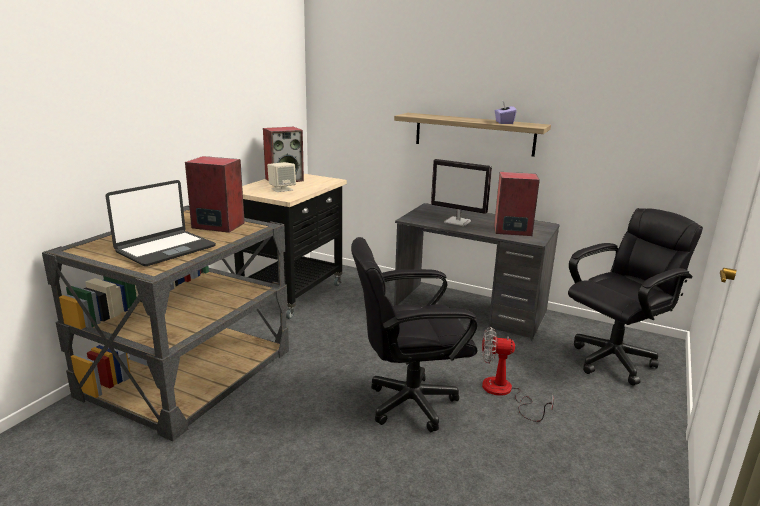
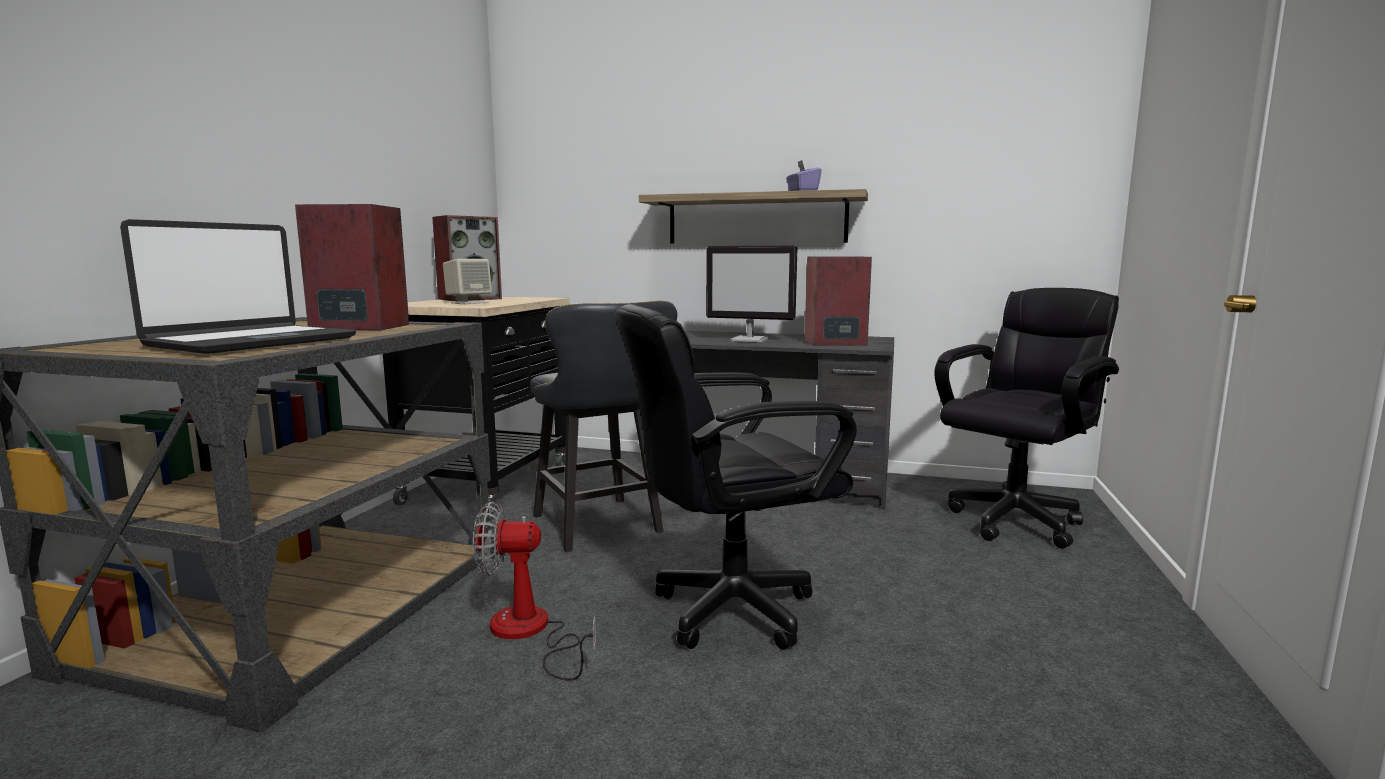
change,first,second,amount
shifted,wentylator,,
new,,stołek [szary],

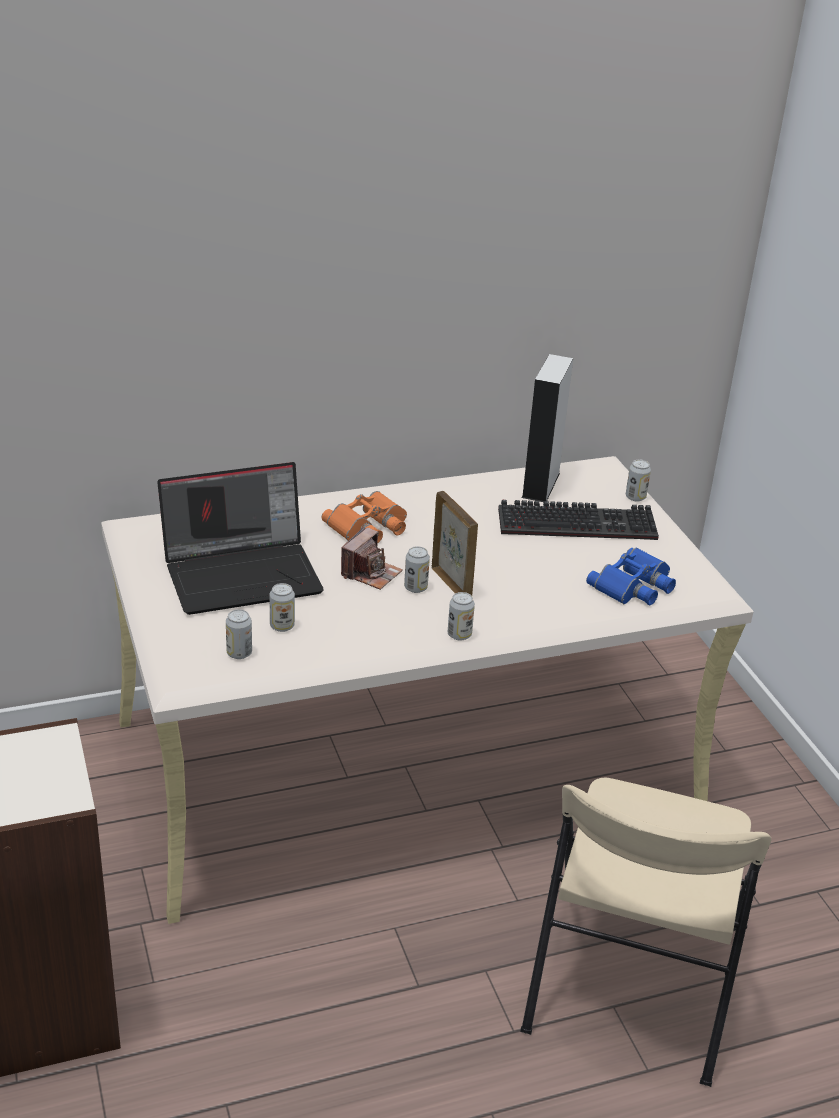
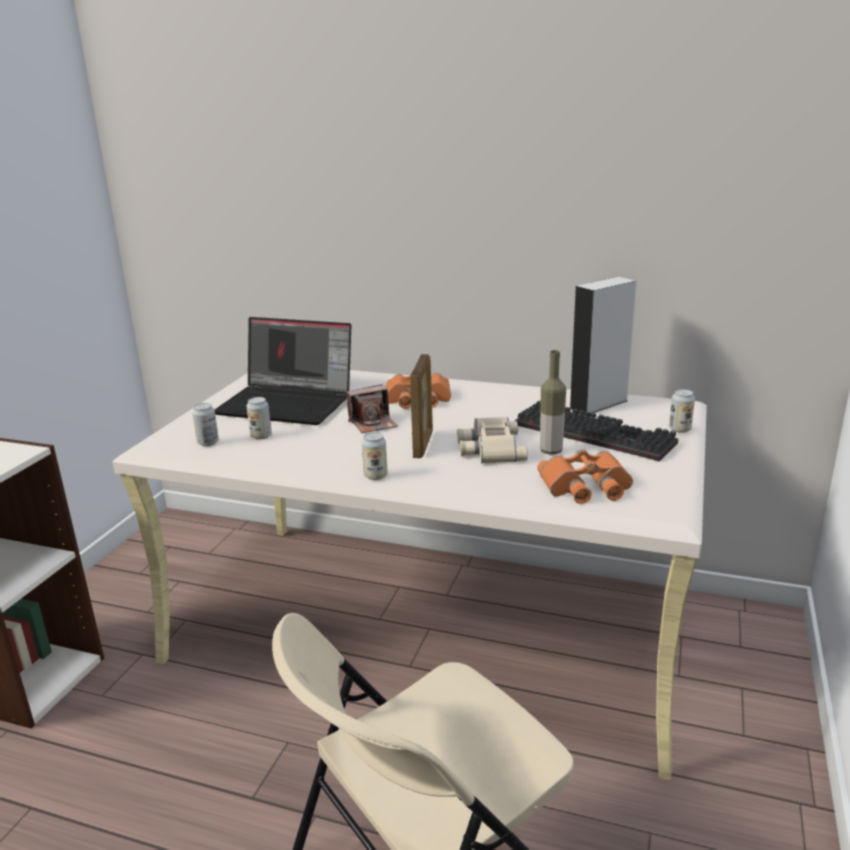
change,first,second,amount
gone,puszka (no. 3 from left),,
repainted,lornetka [niebieski],lornetka [pomarańczowy] (no. 2 from left),
new,,lornetka [beżowy],
new,,butelka,

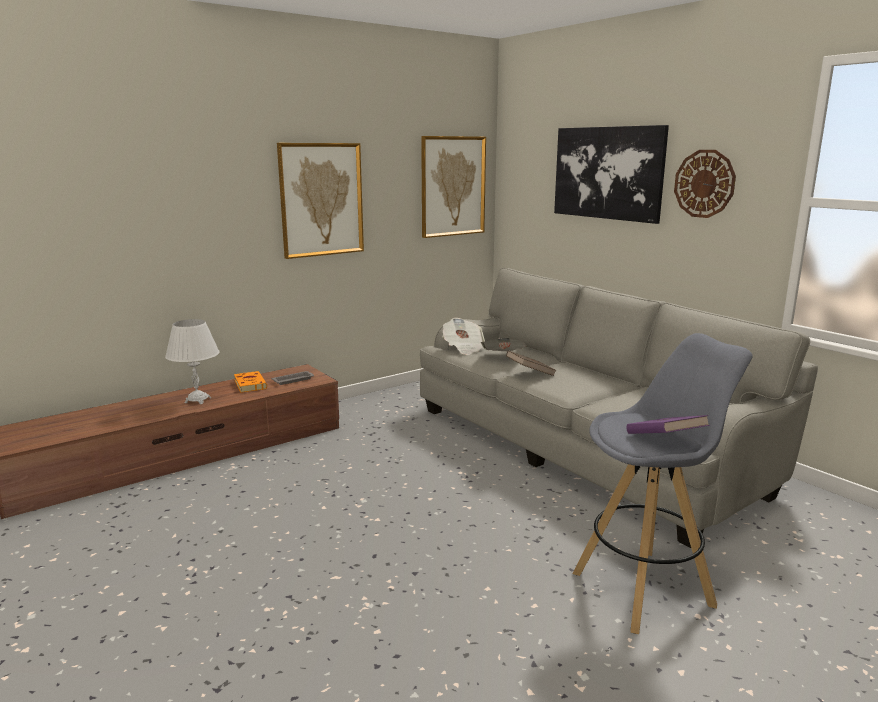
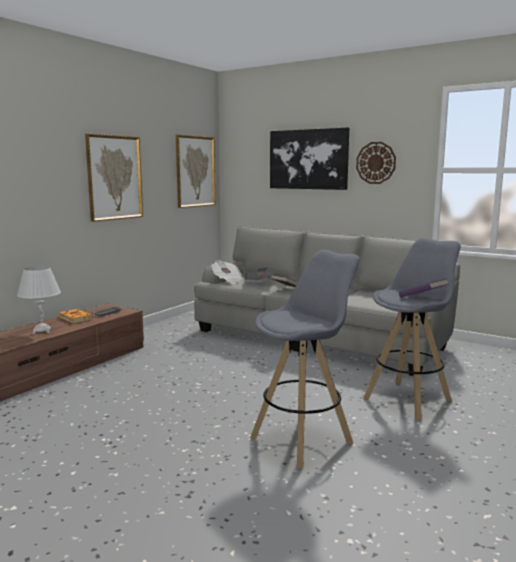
change,first,second,amount
new,,stołek [szary] (no. 1 from left),

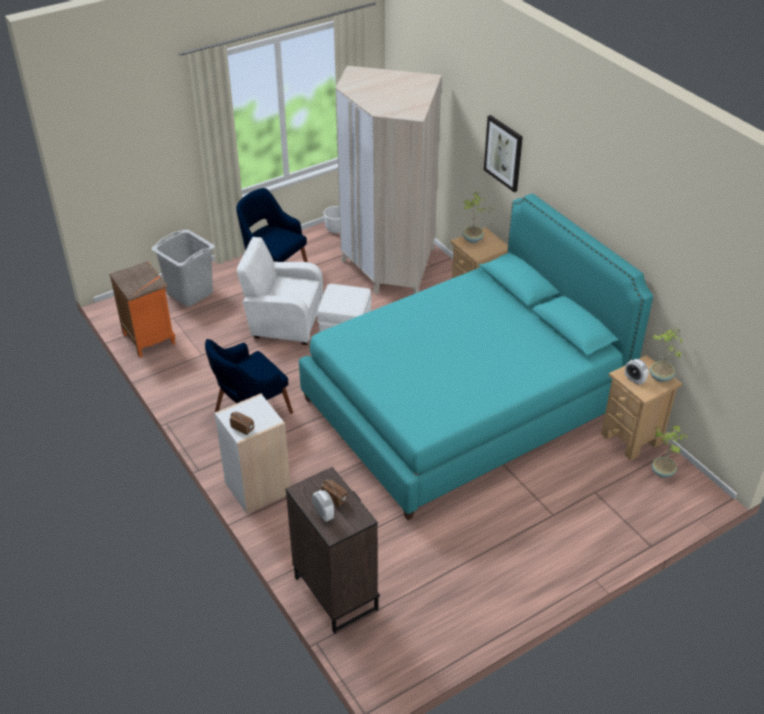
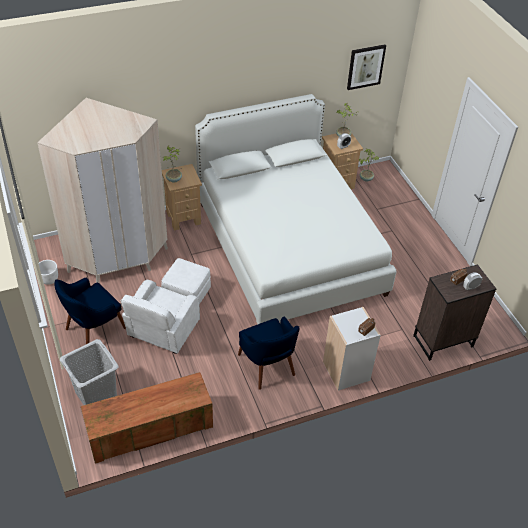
change,first,second,amount
swapped,szafka nocna [pomarańczowy],ławka [brązowy],
repainted,łóżko [turkusowy],łóżko [biały],
shifted,obraz,,

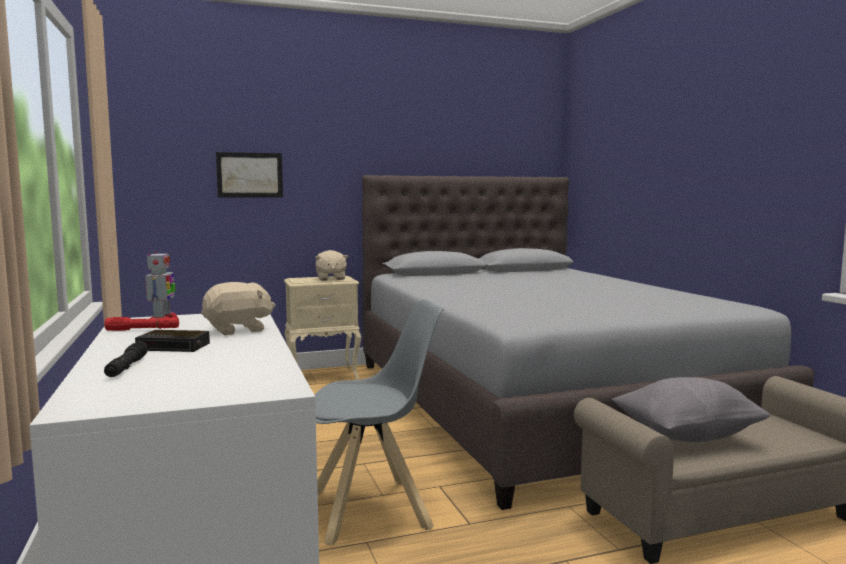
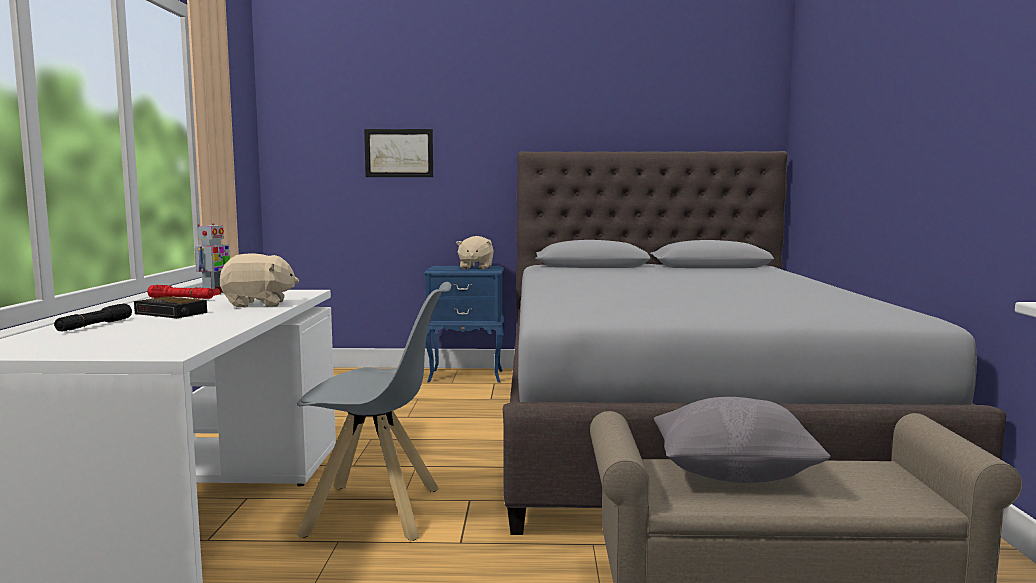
change,first,second,amount
repainted,szafka nocna [beżowy],szafka nocna [niebieski],

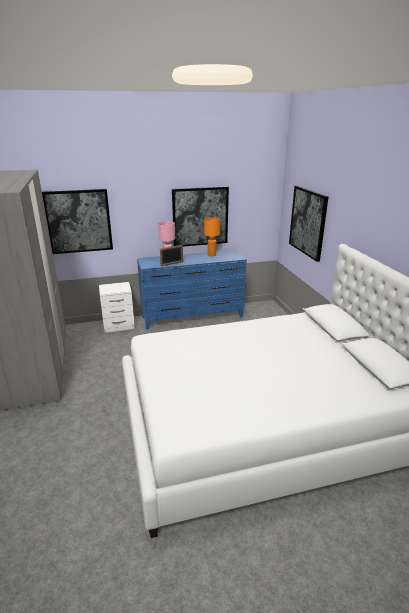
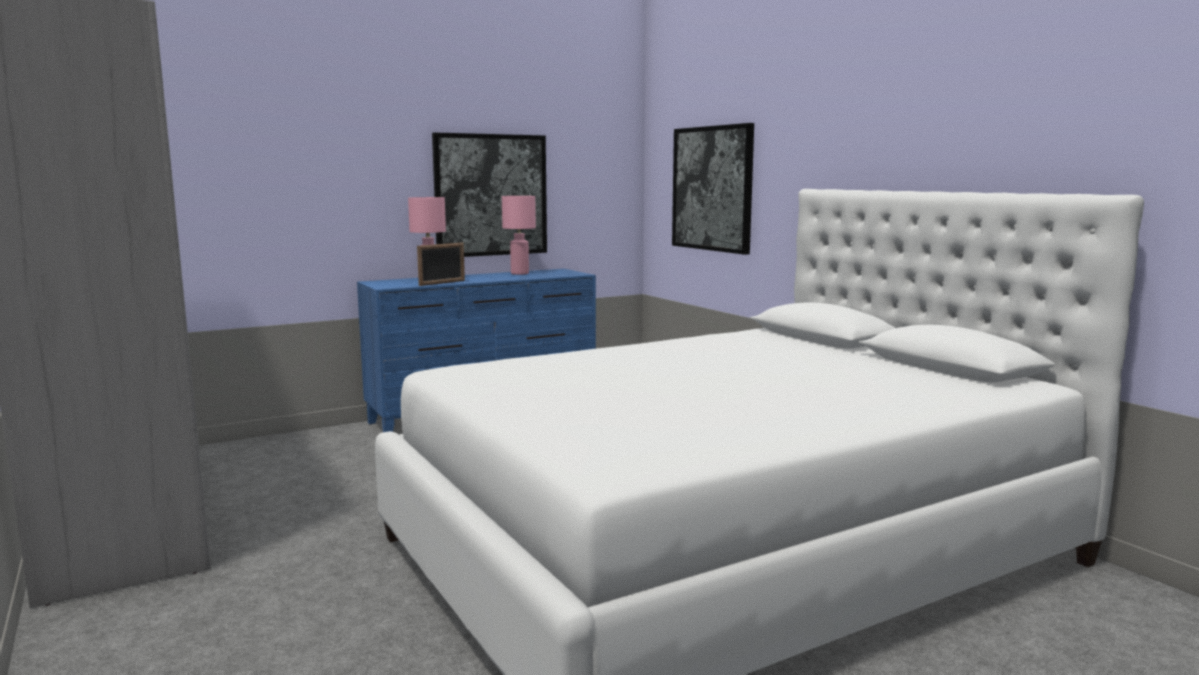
change,first,second,amount
gone,obraz (no. 1 from left),,
gone,szafka nocna [biały],,
repainted,lampa stołowa [pomarańczowy],lampa stołowa [różowy] (no. 2 from left),

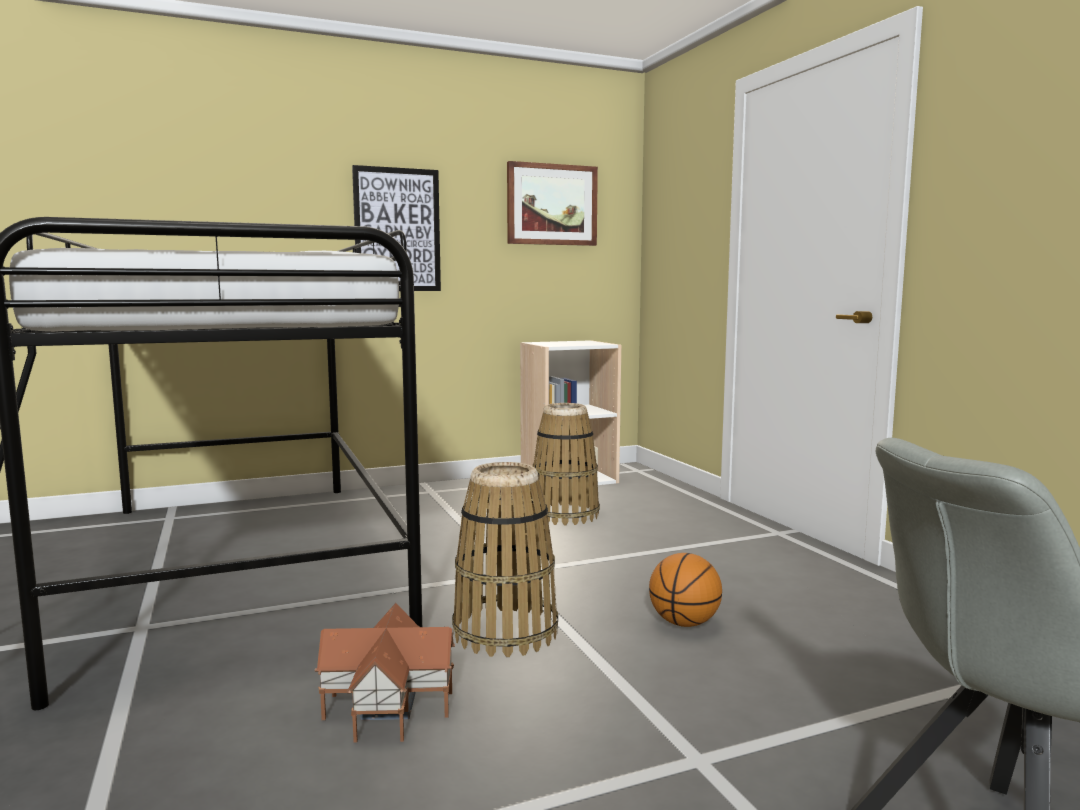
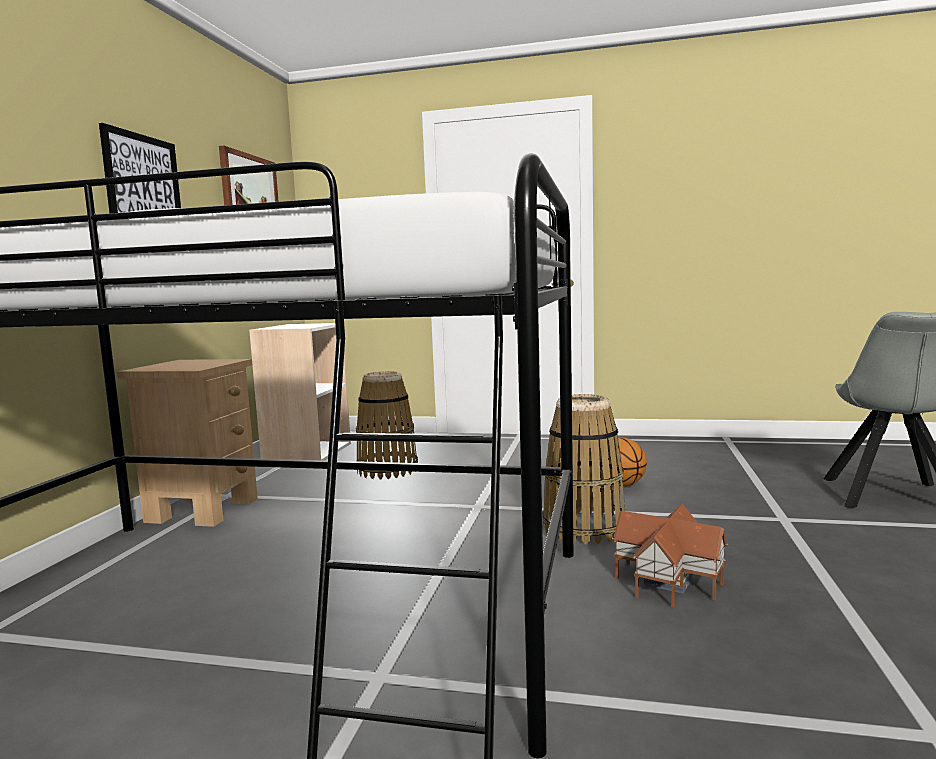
change,first,second,amount
new,,szafka nocna [beżowy],

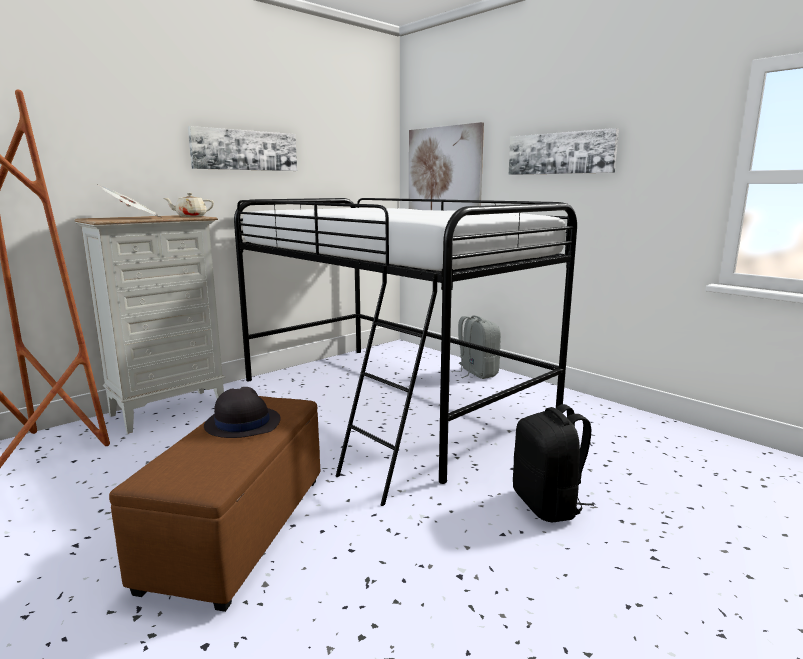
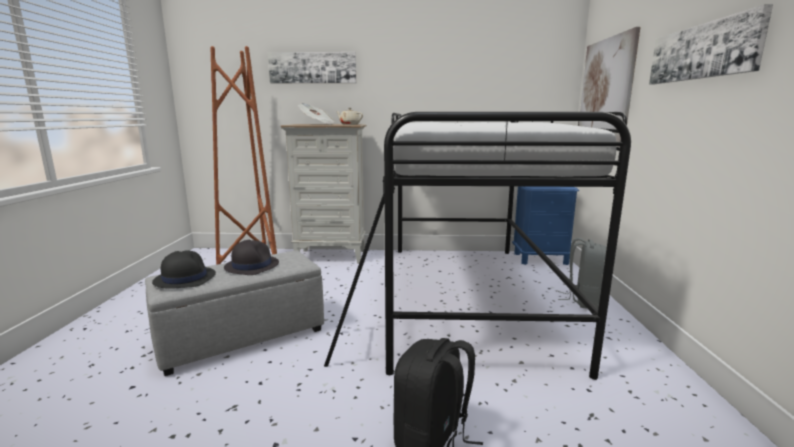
change,first,second,amount
repainted,pufa [brązowy],pufa [szary],
shifted,obraz (no. 1 from left),,
new,,kapelusz [czarny] (no. 1 from left),
new,,szafka nocna [niebieski],

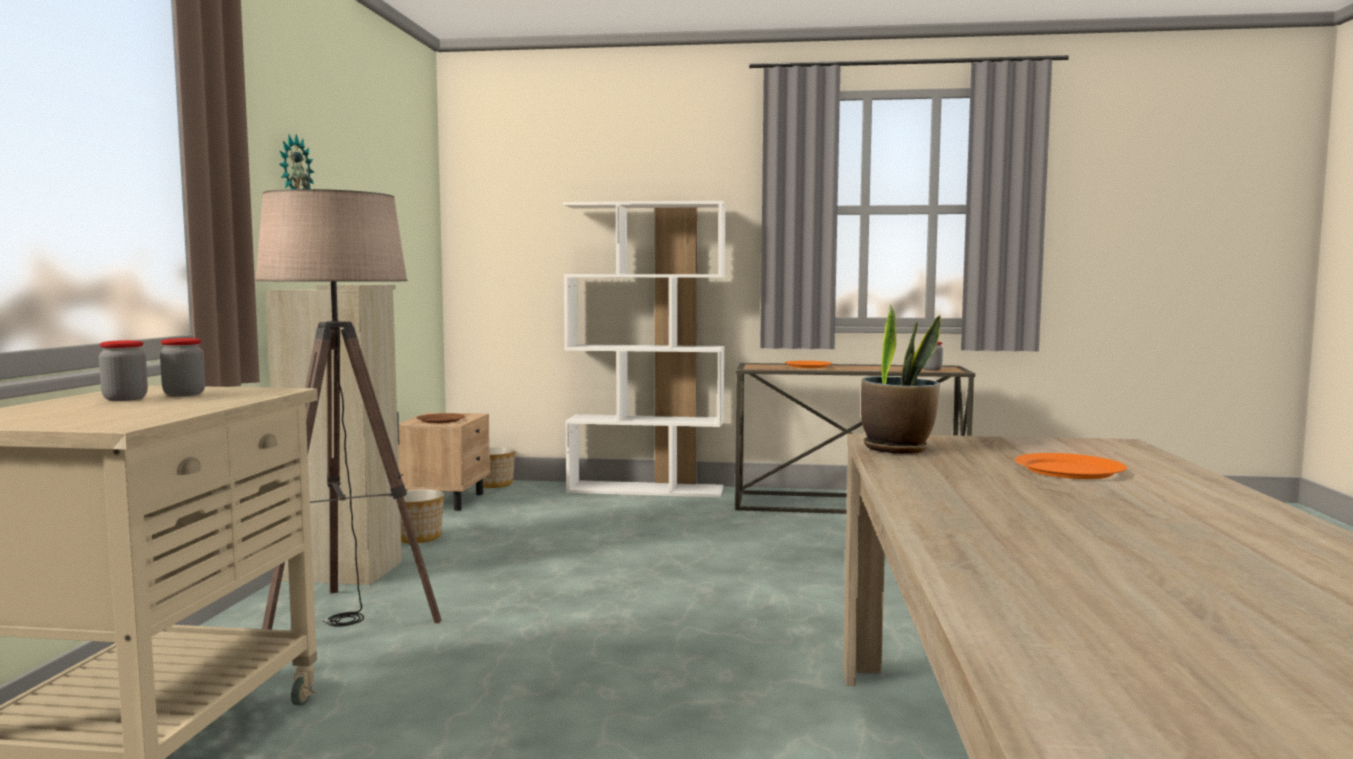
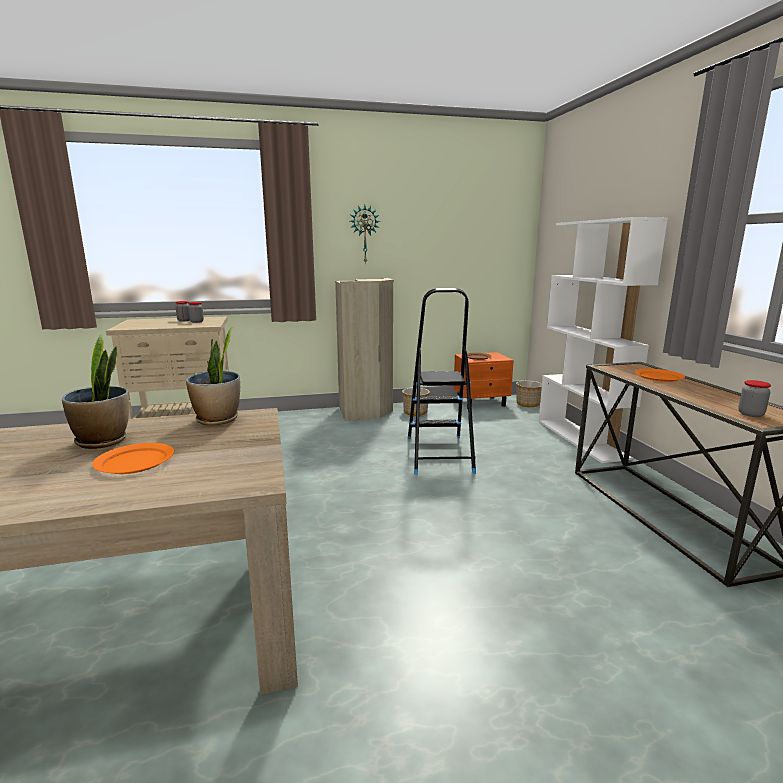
change,first,second,amount
gone,lampa stojąca,,
repainted,szafka nocna [beżowy],szafka nocna [pomarańczowy],
new,,roślina doniczkowa (no. 1 from left),
new,,drabinka [czarny],

